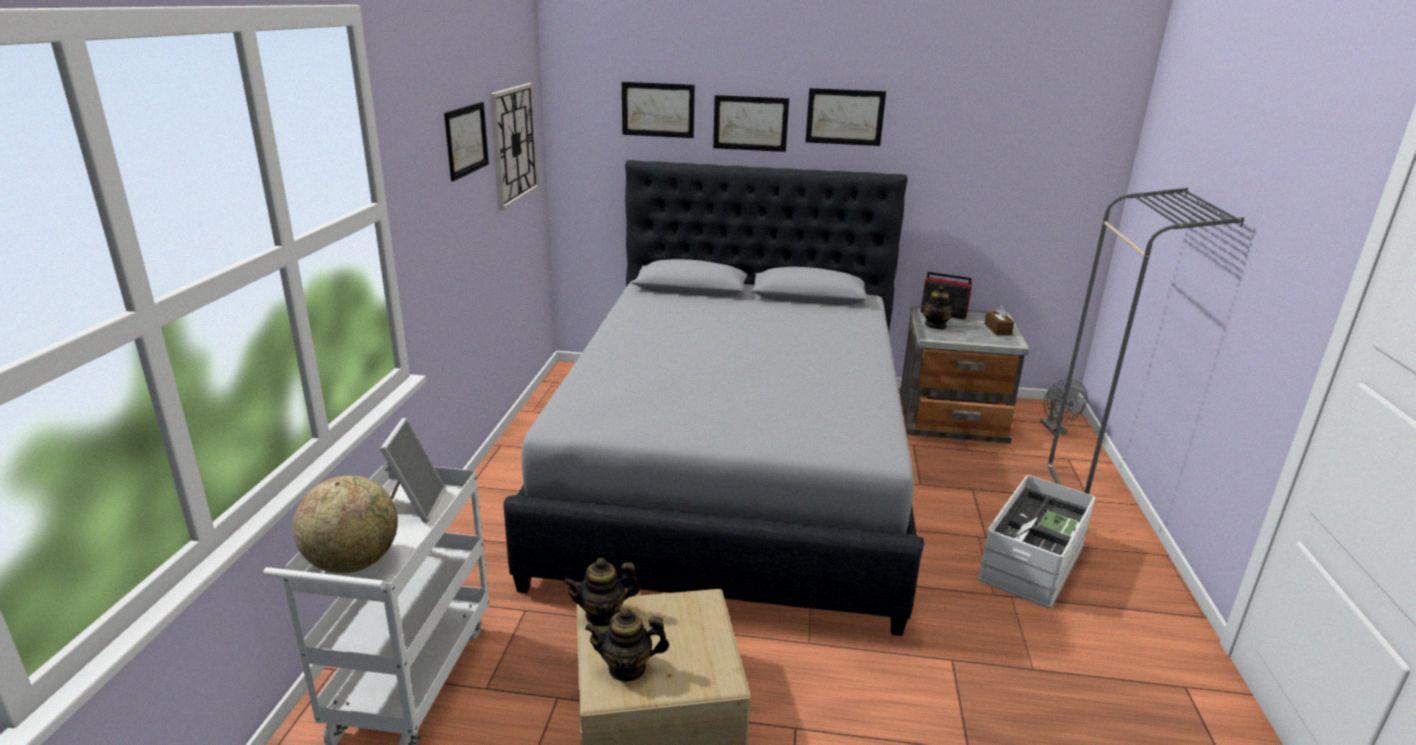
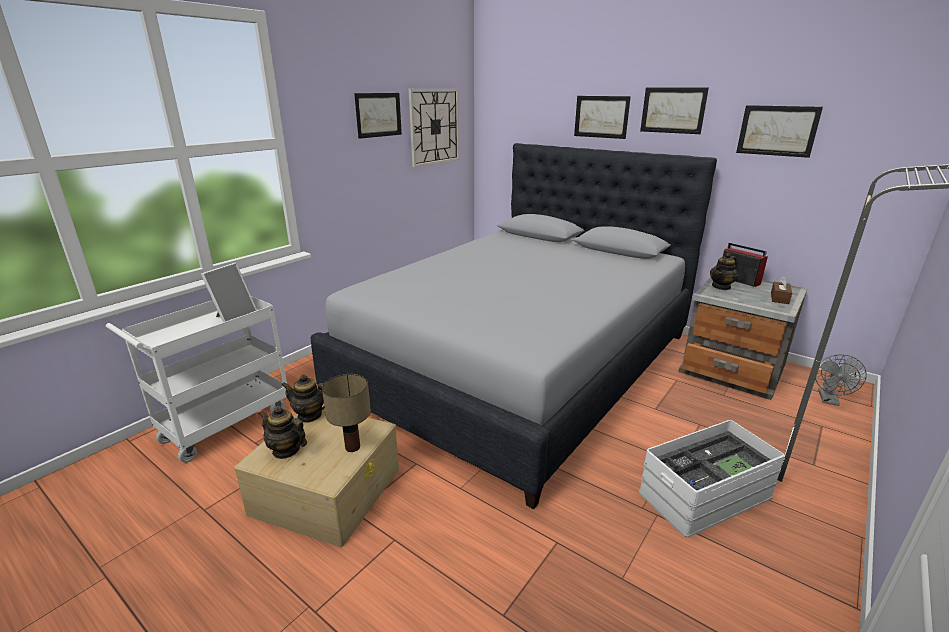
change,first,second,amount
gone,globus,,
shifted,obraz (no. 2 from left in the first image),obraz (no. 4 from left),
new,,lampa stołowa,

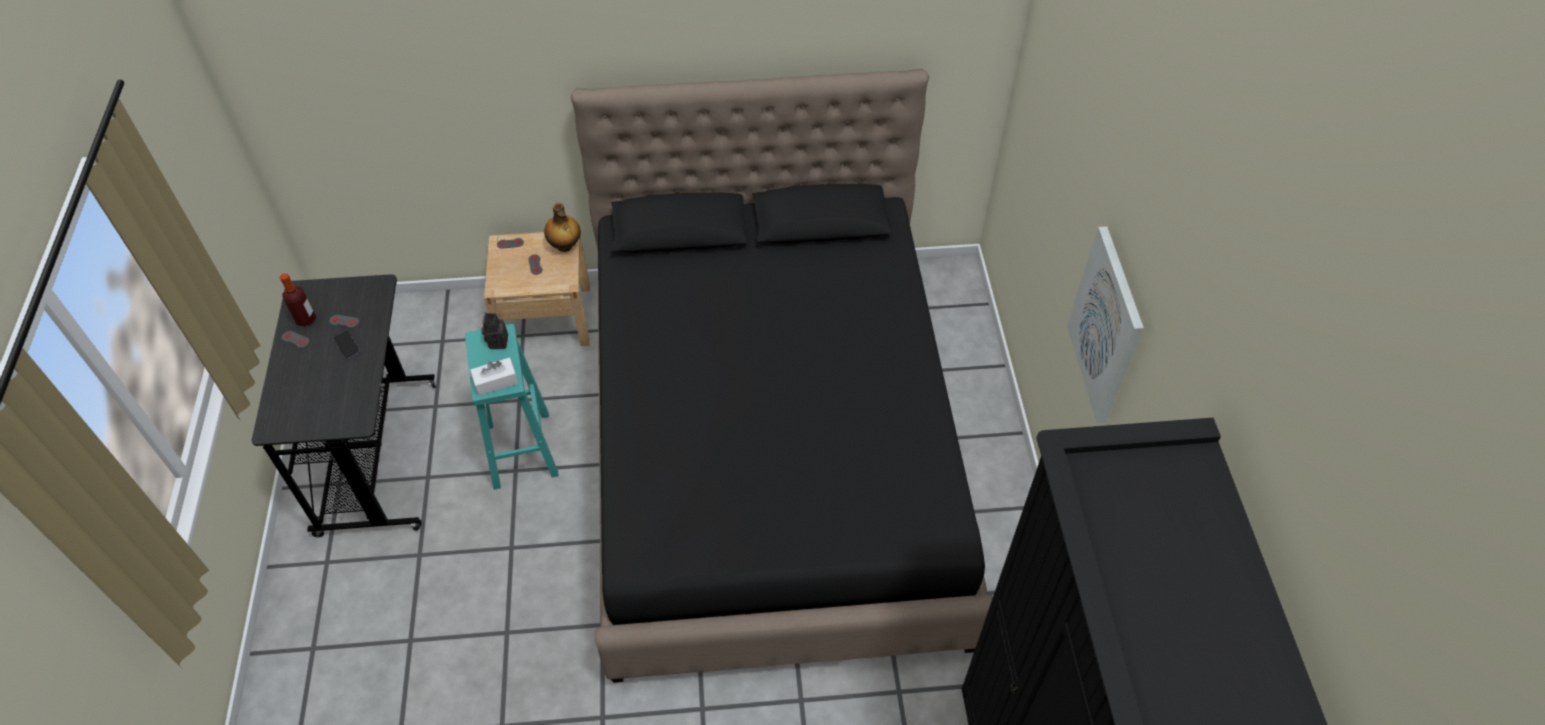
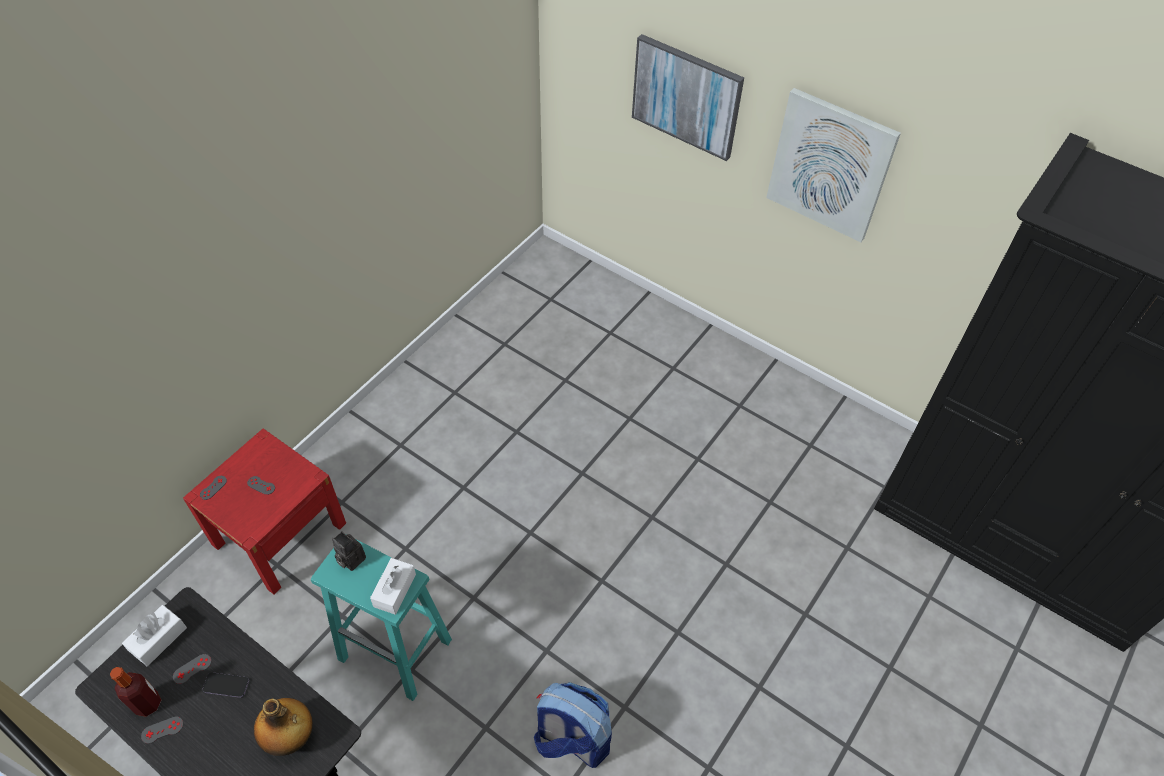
change,first,second,amount
repainted,szafka nocna [beżowy],szafka nocna [czerwony],
shifted,butelka (no. 2 from left),,
gone,łóżko [czarny],,
new,,pudełko chusteczek [biały] (no. 1 from left),
new,,plecak,
new,,obraz (no. 1 from left),

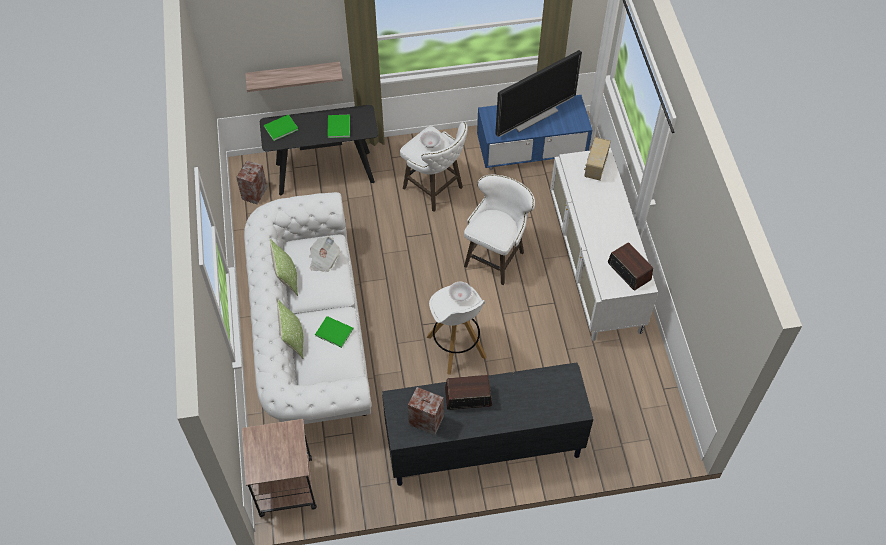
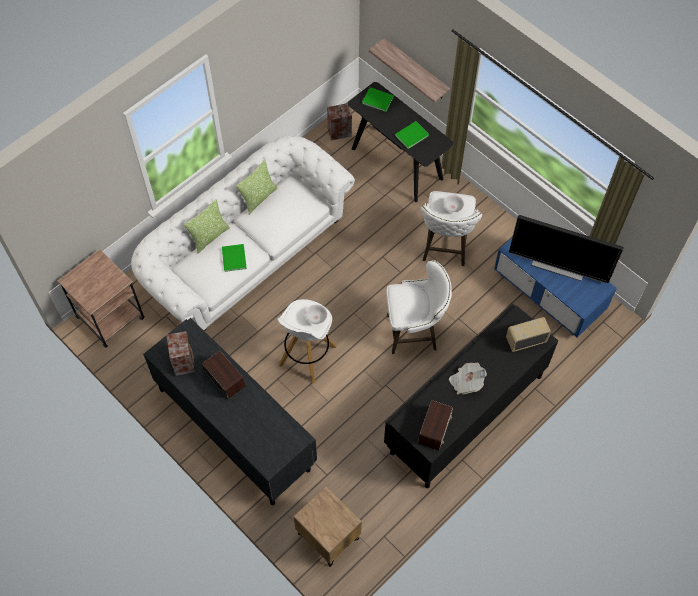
change,first,second,amount
shifted,gazeta,,
repainted,szafka [biały],szafka [czarny] (no. 2 from left),
new,,szafka nocna [brązowy],

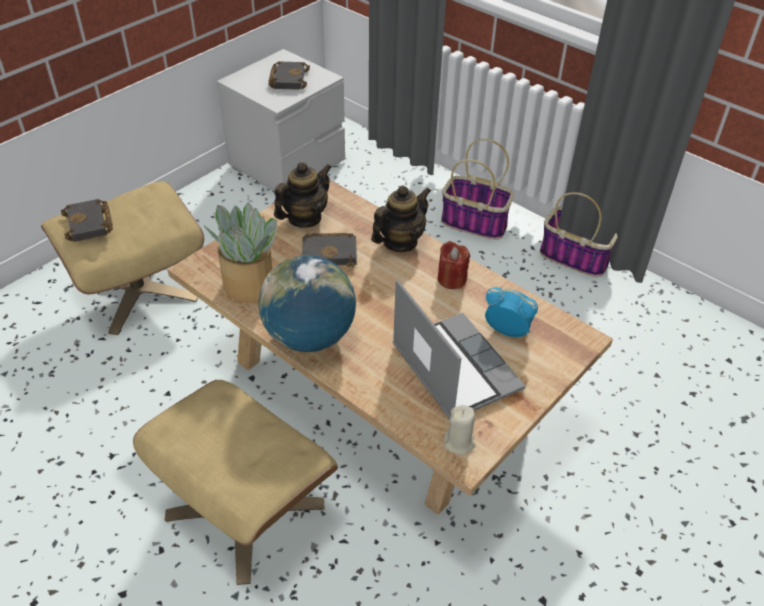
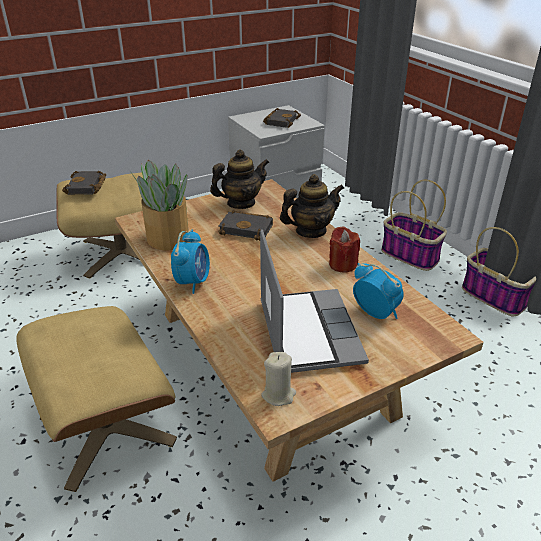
change,first,second,amount
swapped,globus,budzik (no. 1 from left),

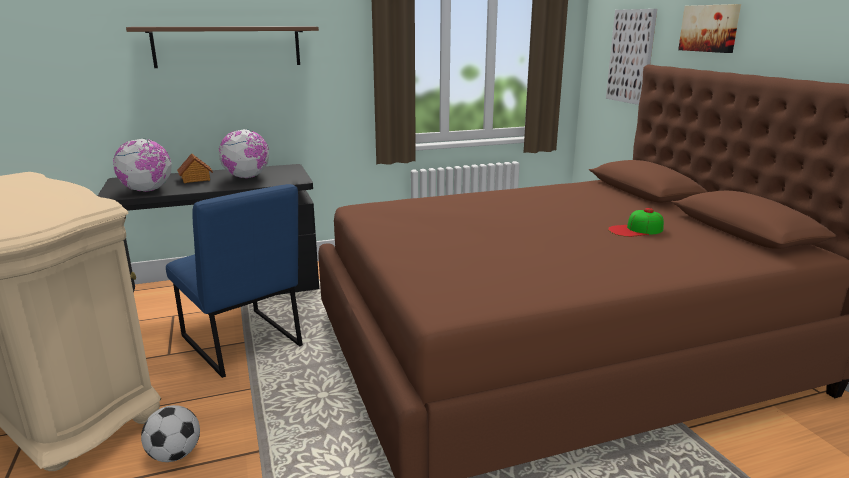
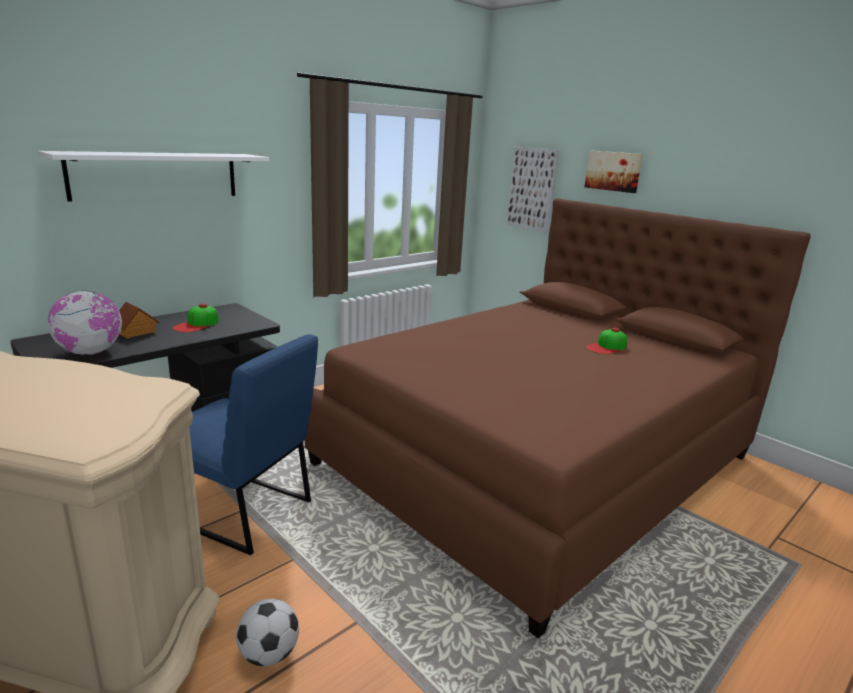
change,first,second,amount
repainted,półka [brązowy],półka [biały],
swapped,globus (no. 2 from left),czapka z daszkiem (no. 1 from left),

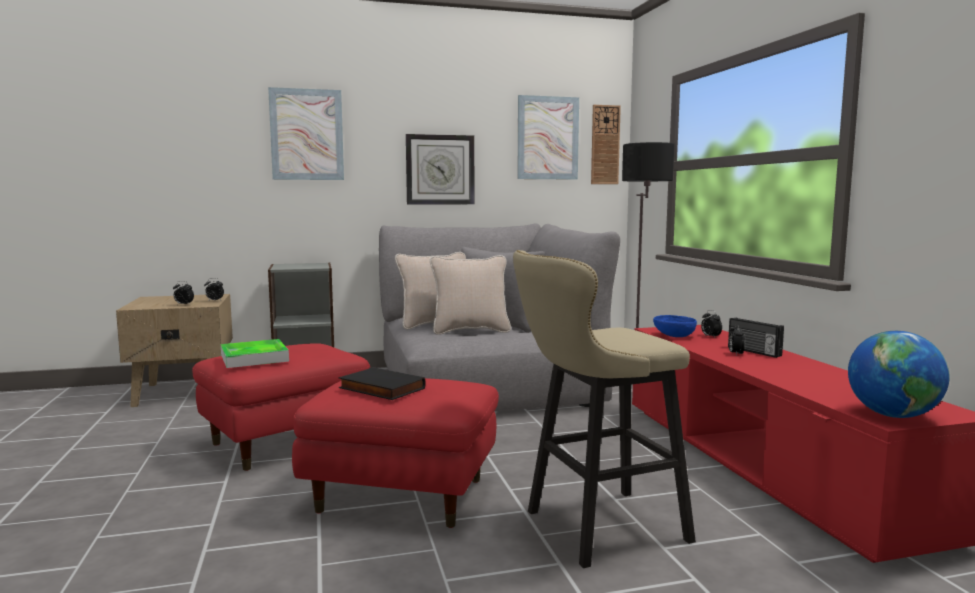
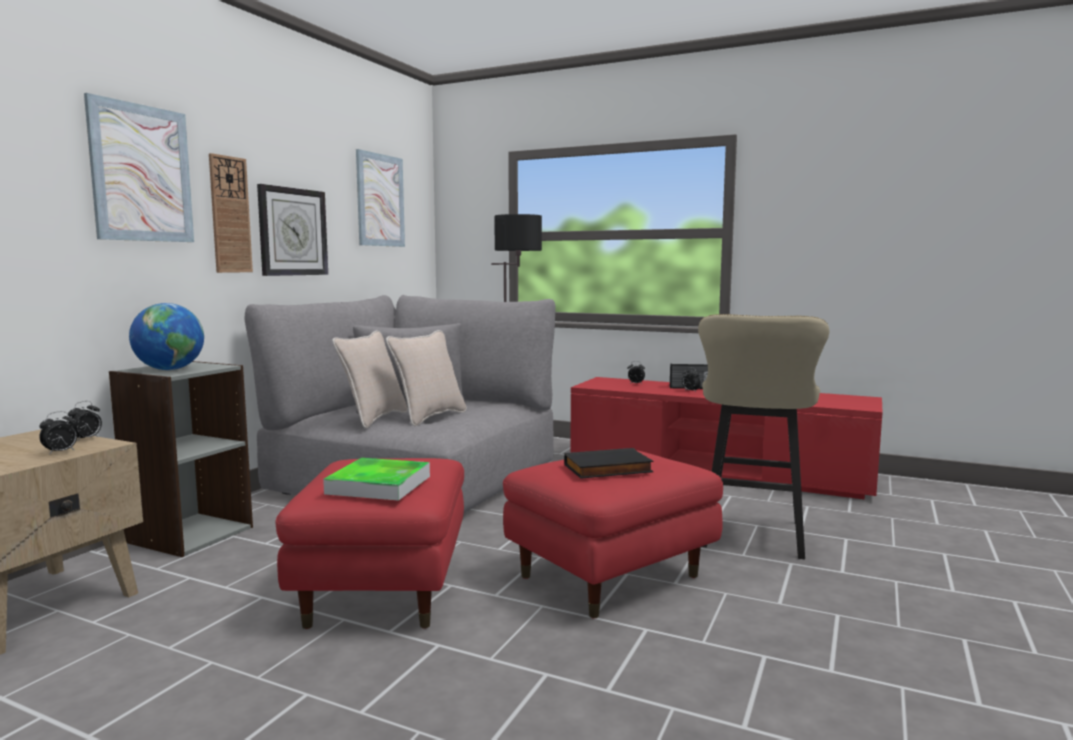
change,first,second,amount
shifted,zegar ścienny (no. 2 from left in the first image),zegar ścienny (no. 1 from left),
gone,miska [niebieski],,
shifted,globus,,

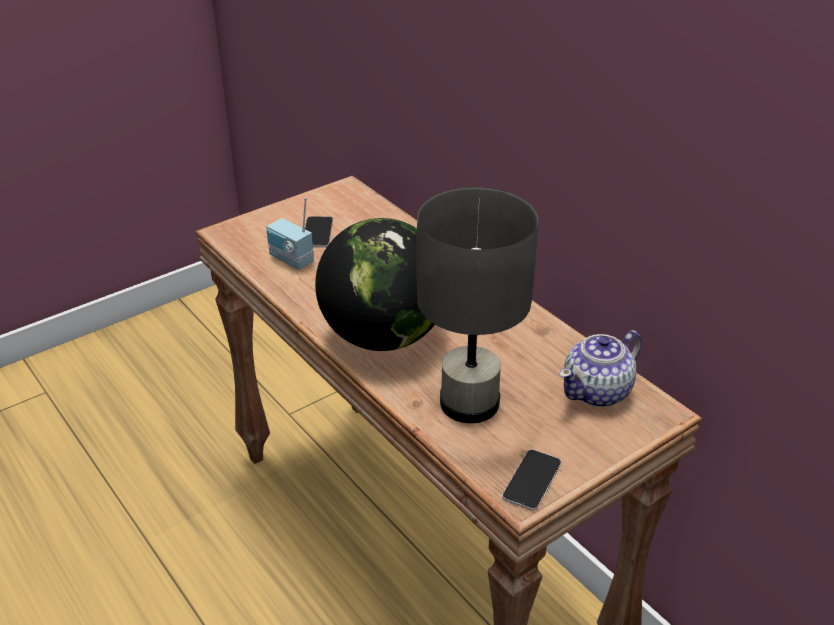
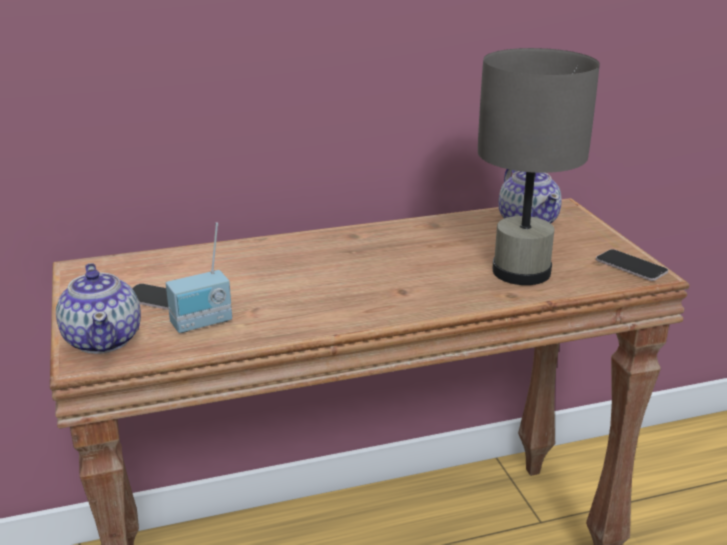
change,first,second,amount
gone,globus,,
new,,imbryk (no. 1 from left),

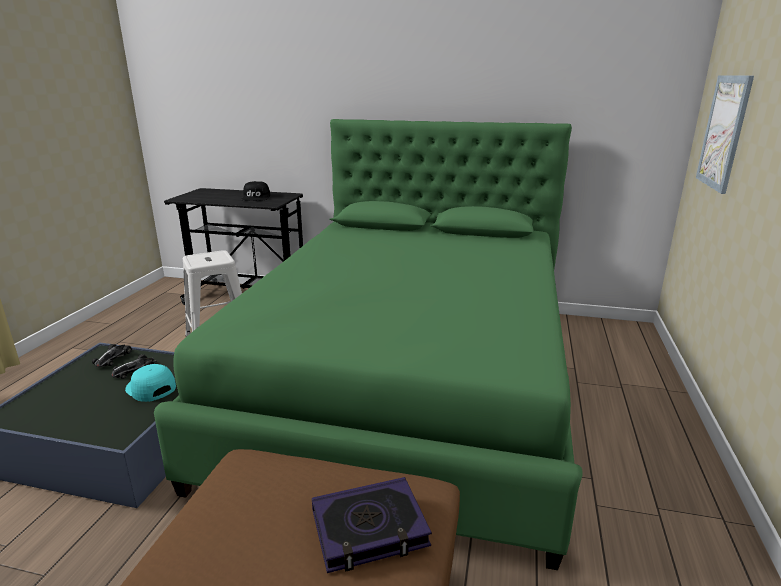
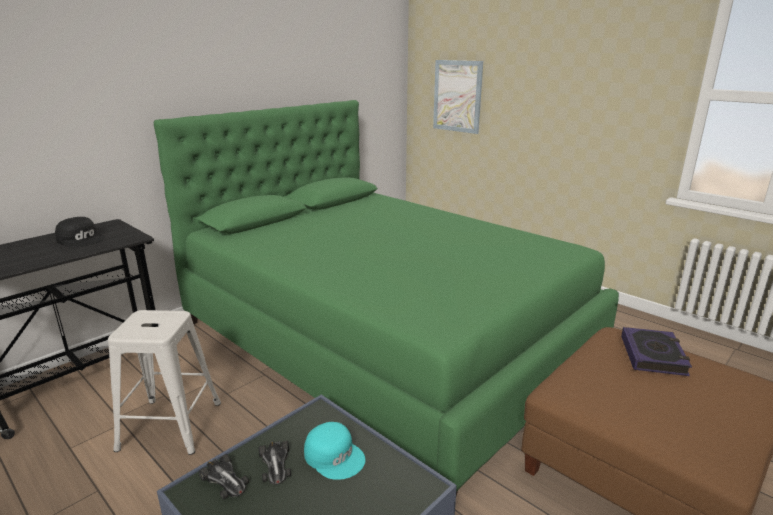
change,first,second,amount
rotated,czapka z daszkiem [turkusowy],,120 degrees counterclockwise

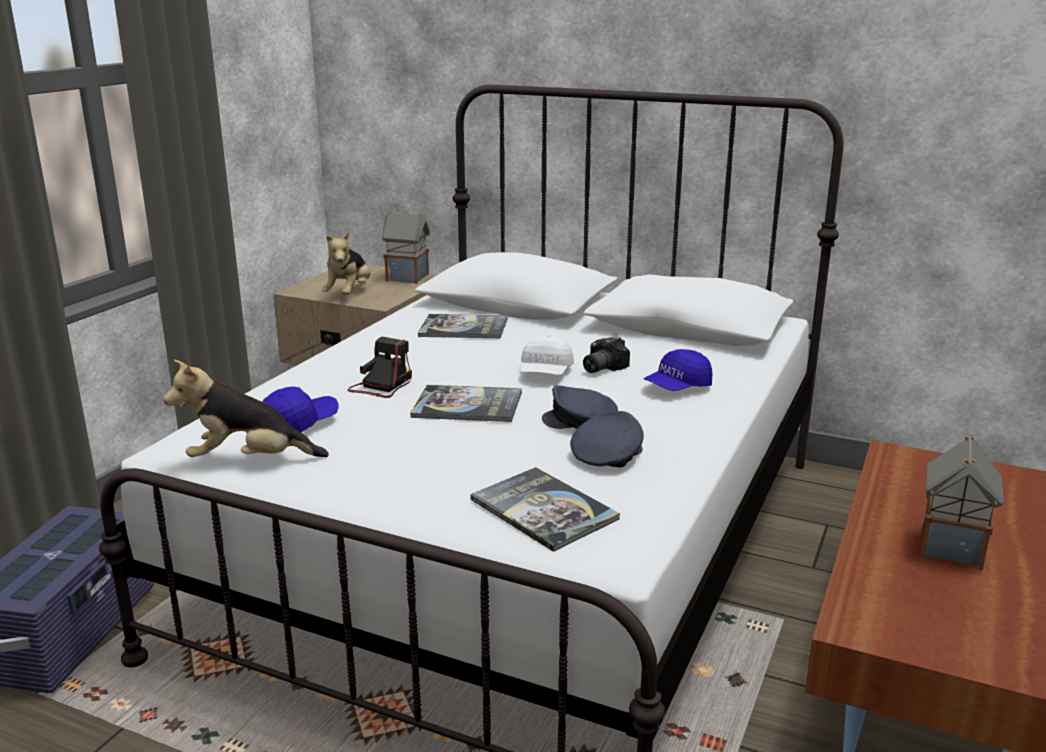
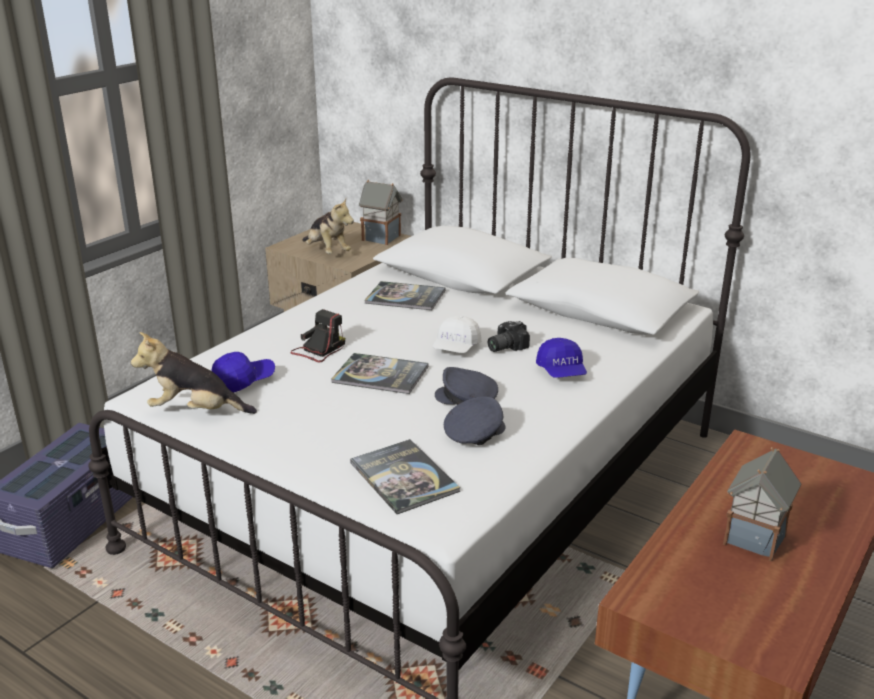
change,first,second,amount
rotated,pluszak (no. 2 from left),,60 degrees counterclockwise
rotated,czapka z daszkiem [niebieski] (no. 2 from left),,75 degrees counterclockwise

